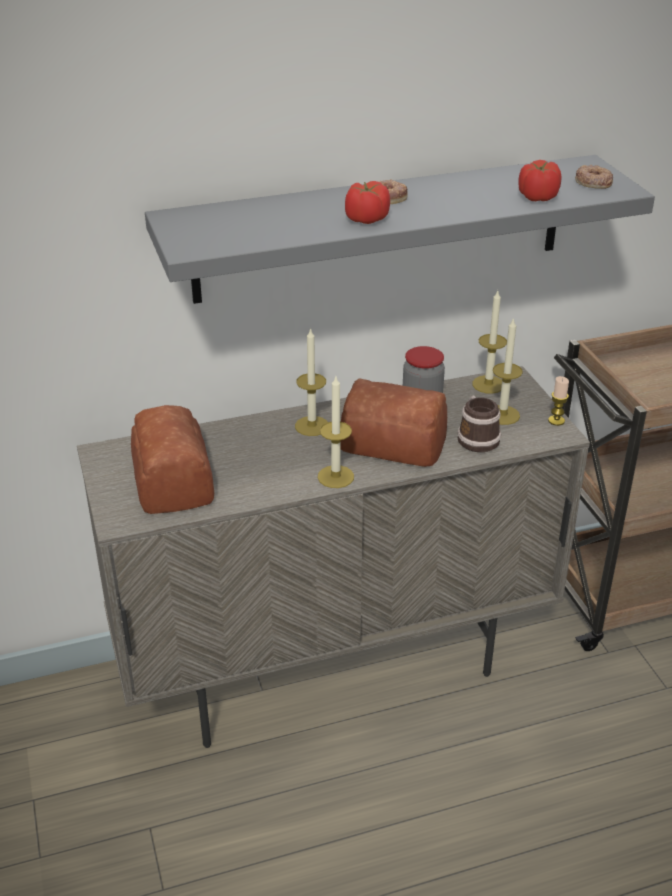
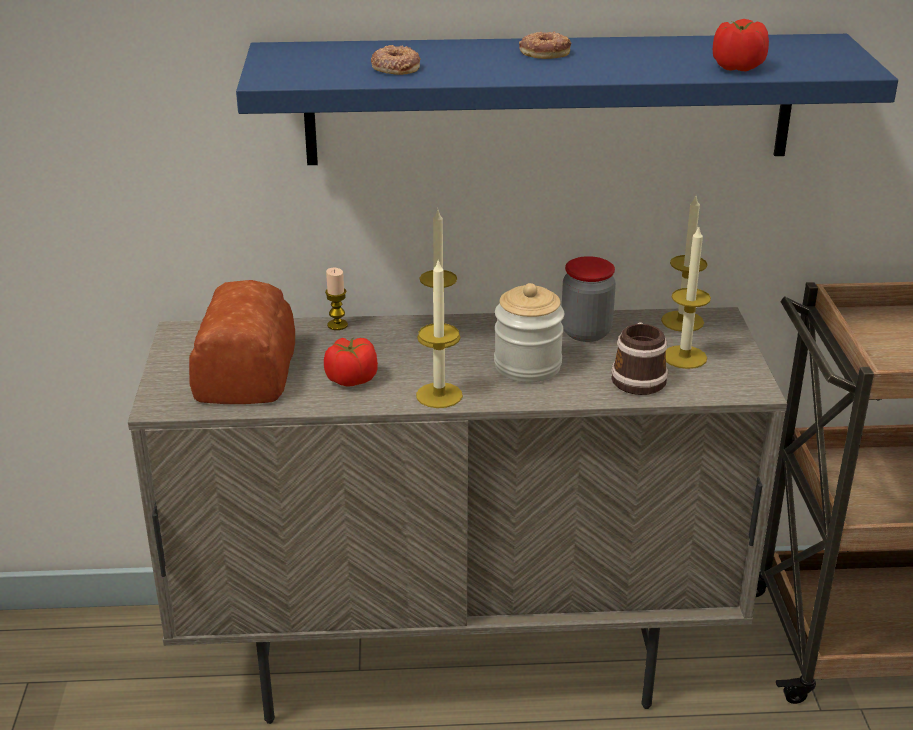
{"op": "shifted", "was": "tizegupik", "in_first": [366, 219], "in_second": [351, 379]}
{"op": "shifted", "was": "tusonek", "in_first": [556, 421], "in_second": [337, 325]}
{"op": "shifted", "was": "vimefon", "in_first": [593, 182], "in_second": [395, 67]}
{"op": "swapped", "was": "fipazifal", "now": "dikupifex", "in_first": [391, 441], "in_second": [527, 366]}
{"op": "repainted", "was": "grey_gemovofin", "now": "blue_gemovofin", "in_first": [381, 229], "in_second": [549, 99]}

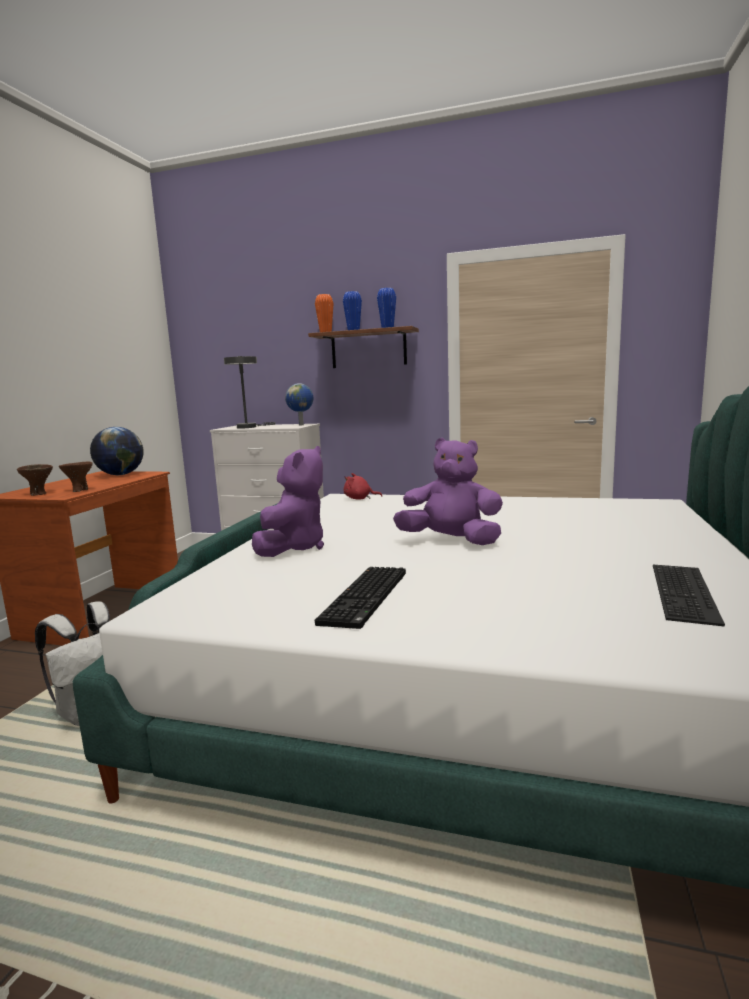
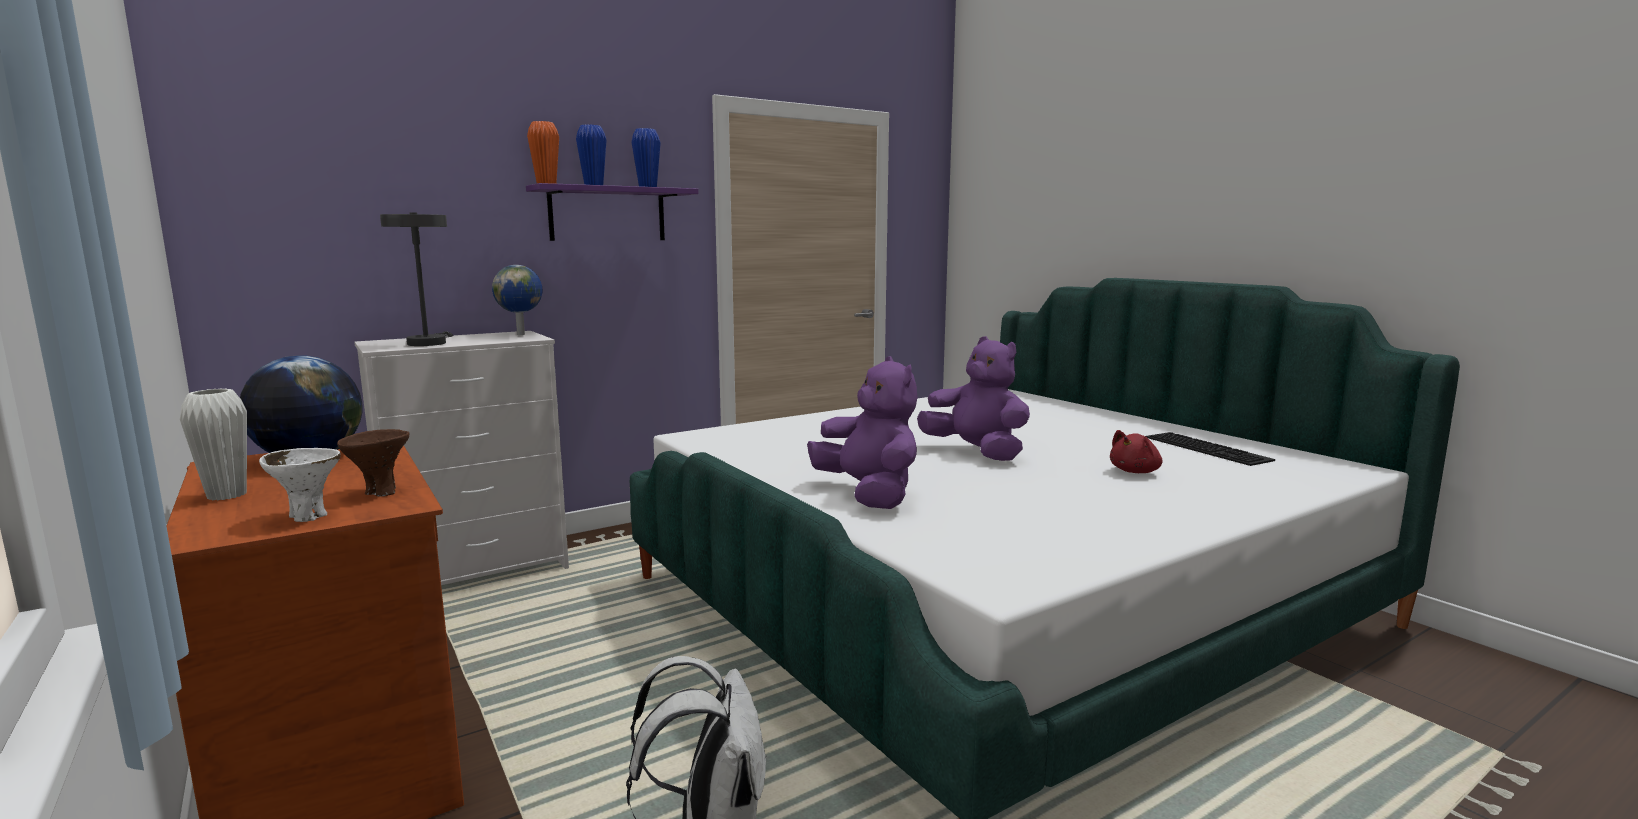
{"op": "gone", "was": "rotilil", "in_first": [367, 598]}
{"op": "new", "now": "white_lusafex", "in_second": [227, 495]}
{"op": "shifted", "was": "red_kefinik", "in_first": [359, 499], "in_second": [1136, 471]}
{"op": "repainted", "was": "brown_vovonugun", "now": "white_vovonugun", "in_first": [39, 494], "in_second": [308, 516]}
{"op": "repainted", "was": "brown_gemovofin", "now": "purple_gemovofin", "in_first": [368, 349], "in_second": [607, 214]}
{"op": "rotated", "was": "purple_kefinik", "in_first": [451, 541], "in_second": [976, 452], "clockwise": 75}

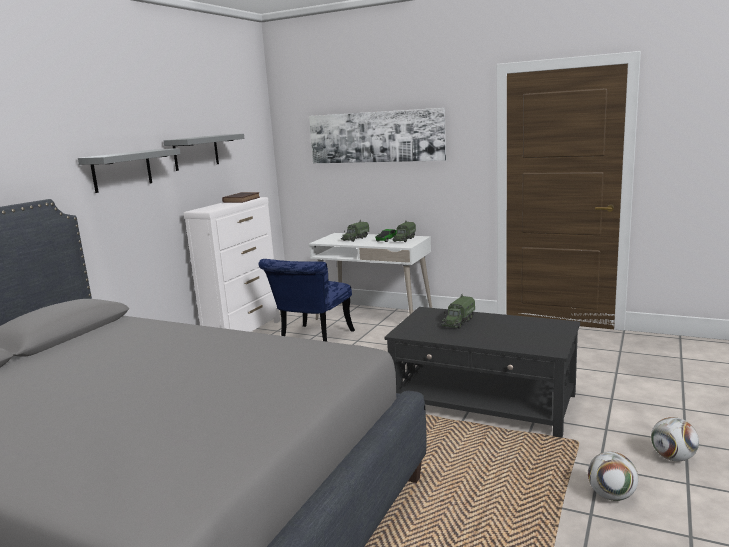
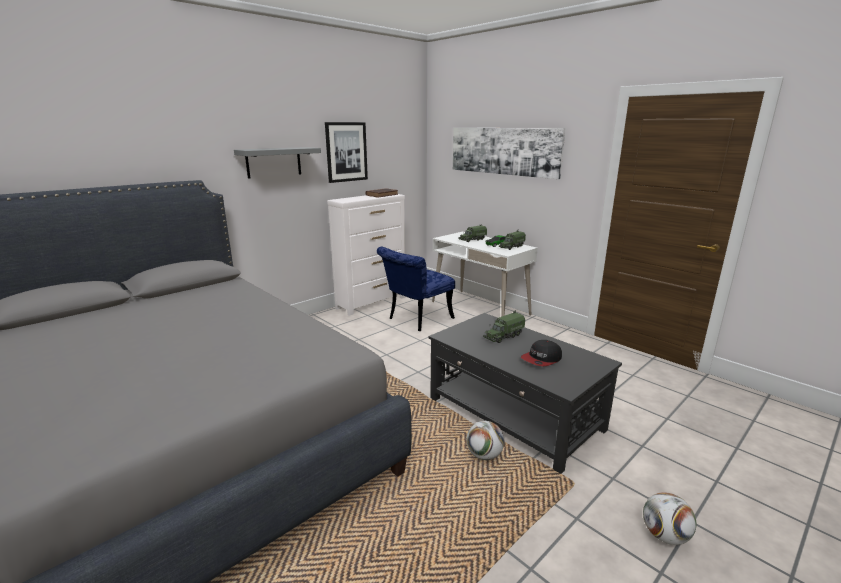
{"op": "new", "now": "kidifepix", "in_second": [541, 359]}
{"op": "shifted", "was": "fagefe", "in_first": [611, 496], "in_second": [484, 455]}
{"op": "swapped", "was": "grey_gemovofin", "now": "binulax", "in_first": [196, 152], "in_second": [346, 152]}

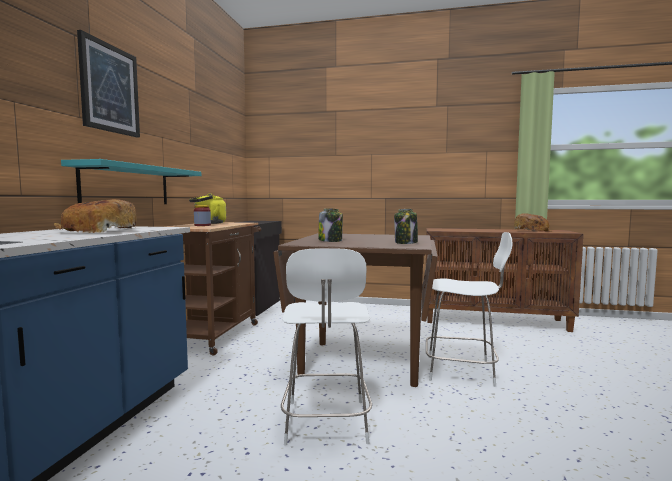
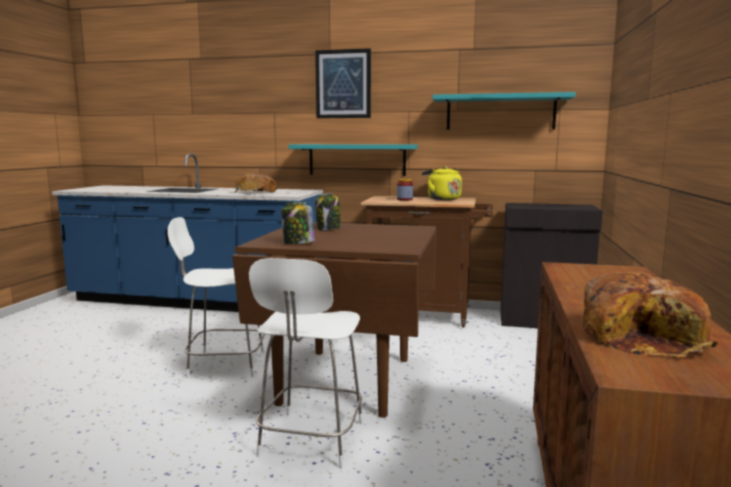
{"op": "new", "now": "turquoise_gemovofin", "in_second": [500, 112]}

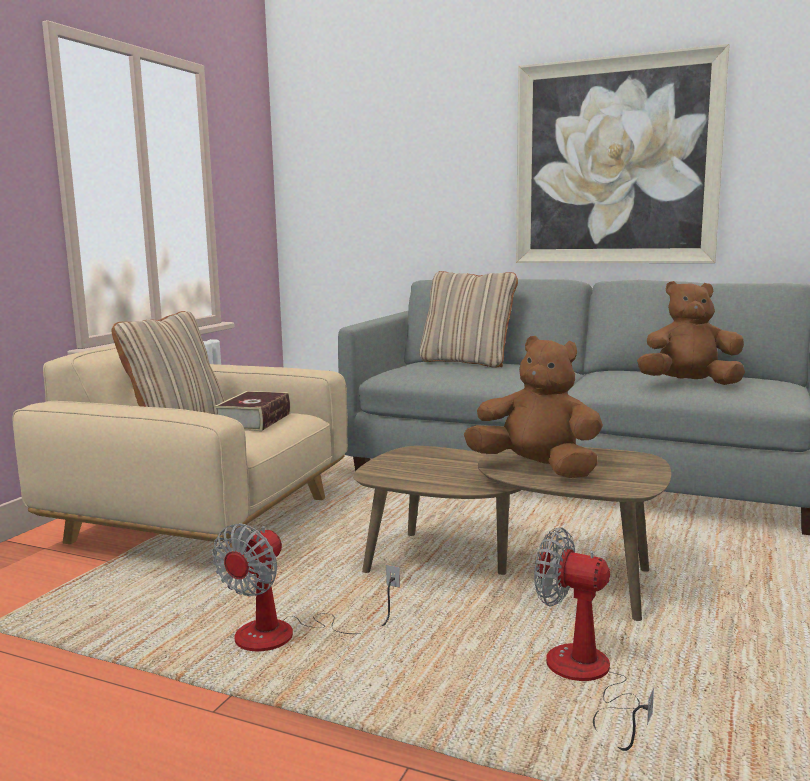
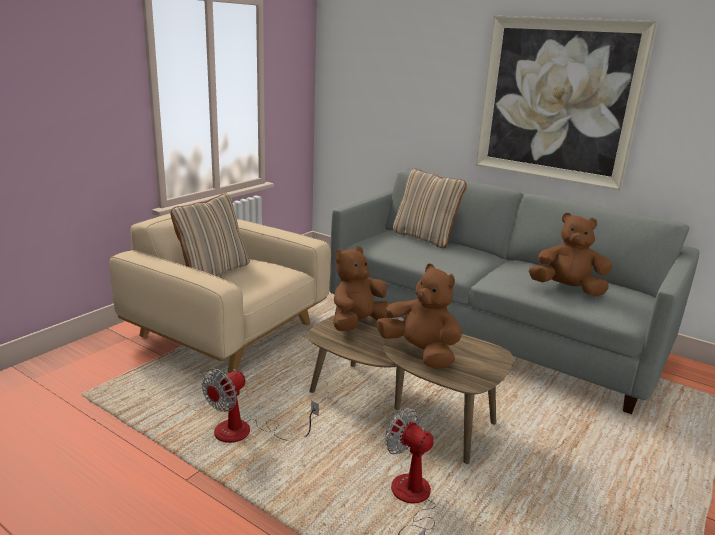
{"op": "gone", "was": "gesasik", "in_first": [254, 421]}
{"op": "new", "now": "brown_kefinik", "in_second": [357, 324]}

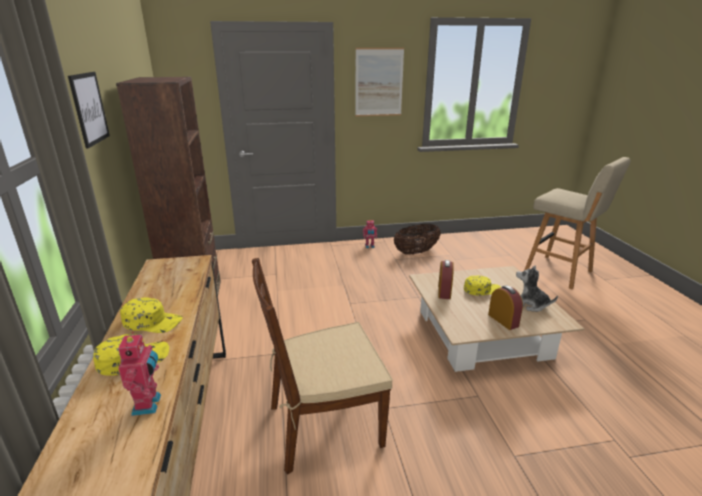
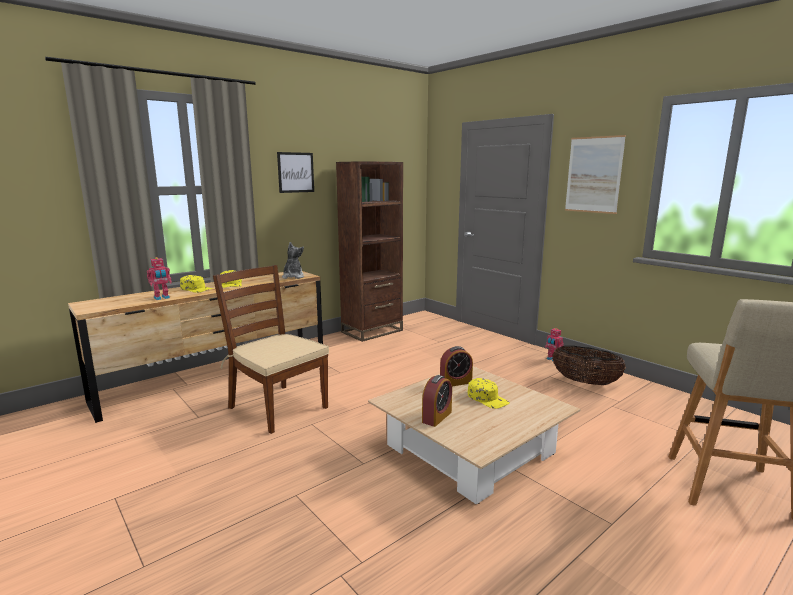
{"op": "shifted", "was": "kefinik", "in_first": [530, 304], "in_second": [293, 277]}

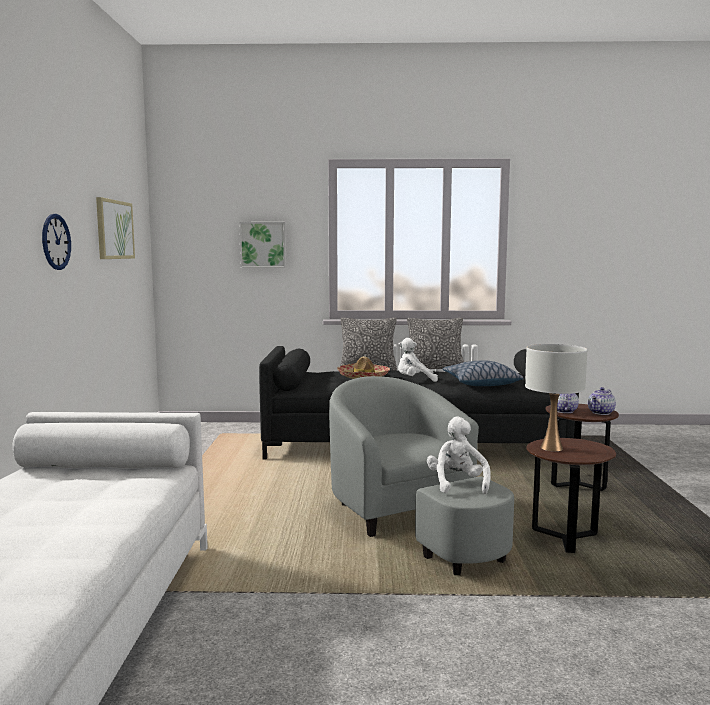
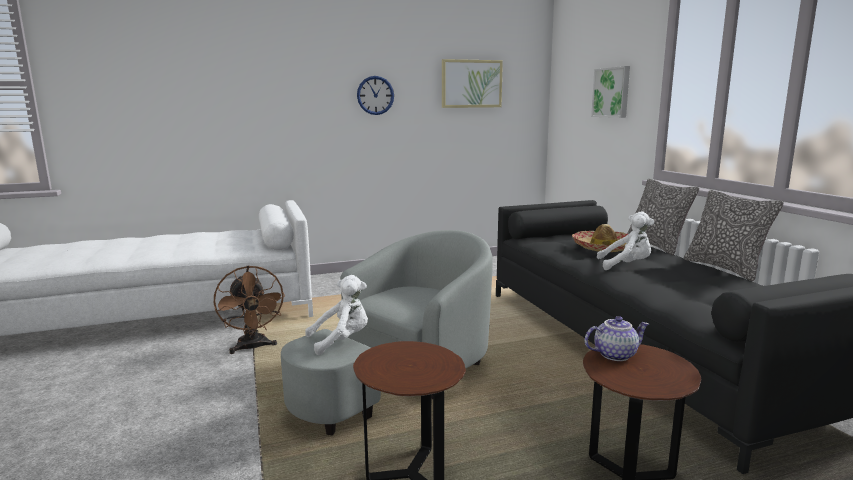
{"op": "gone", "was": "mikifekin", "in_first": [480, 383]}
{"op": "gone", "was": "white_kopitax", "in_first": [551, 448]}
{"op": "gone", "was": "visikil", "in_first": [601, 413]}
{"op": "new", "now": "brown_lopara", "in_second": [253, 348]}
{"op": "rotated", "was": "white_kefinik", "in_first": [414, 380], "in_second": [626, 265], "clockwise": 120}

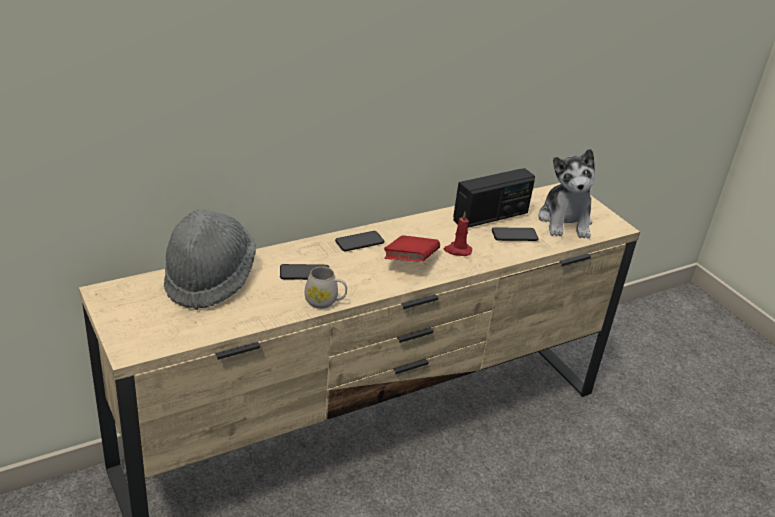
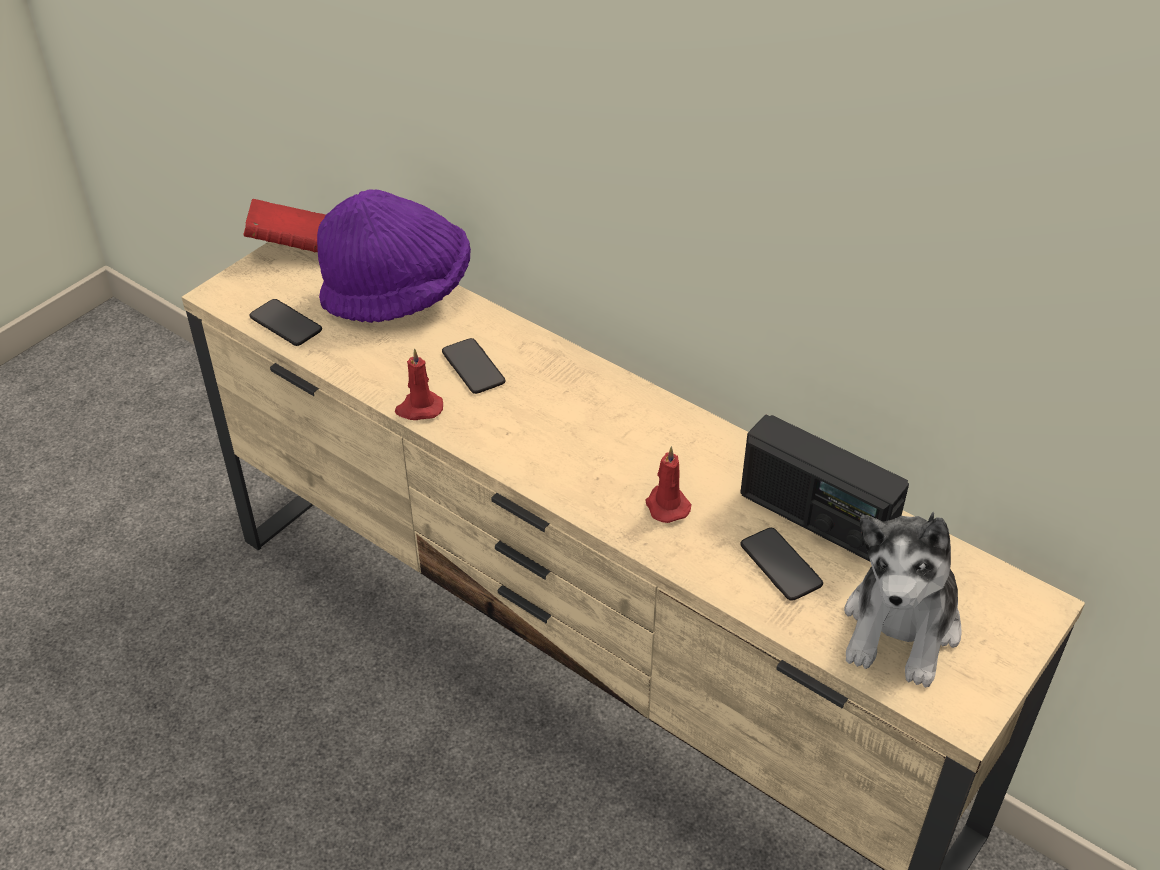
{"op": "shifted", "was": "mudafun", "in_first": [359, 242], "in_second": [286, 324]}
{"op": "shifted", "was": "red_gesasik", "in_first": [410, 262], "in_second": [293, 246]}
{"op": "swapped", "was": "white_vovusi", "now": "red_tusonek", "in_first": [325, 302], "in_second": [419, 408]}
{"op": "repainted", "was": "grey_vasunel", "now": "purple_vasunel", "in_first": [209, 279], "in_second": [398, 294]}
{"op": "rotated", "was": "kefinik", "in_first": [565, 221], "in_second": [901, 627], "clockwise": -45}

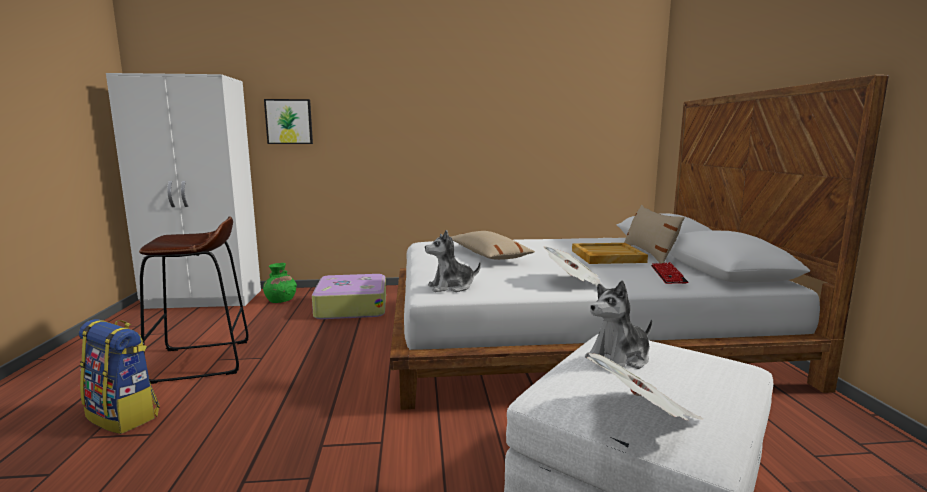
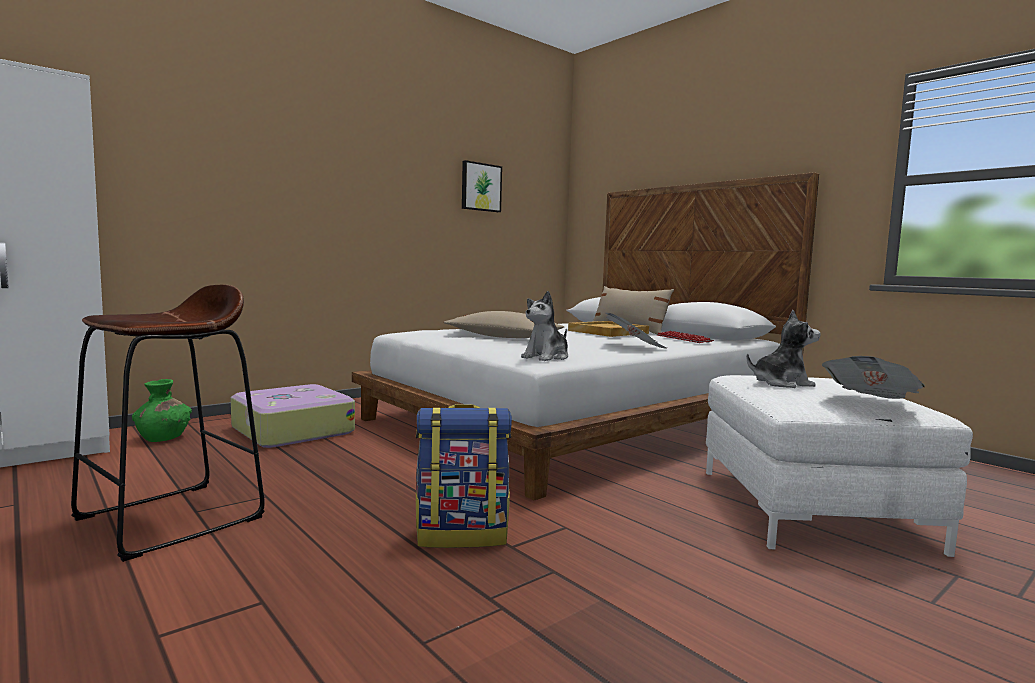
{"op": "shifted", "was": "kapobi", "in_first": [124, 416], "in_second": [462, 534]}
{"op": "shifted", "was": "binulax", "in_first": [289, 121], "in_second": [480, 187]}
{"op": "rotated", "was": "kefinik", "in_first": [619, 359], "in_second": [781, 383], "clockwise": -120}

